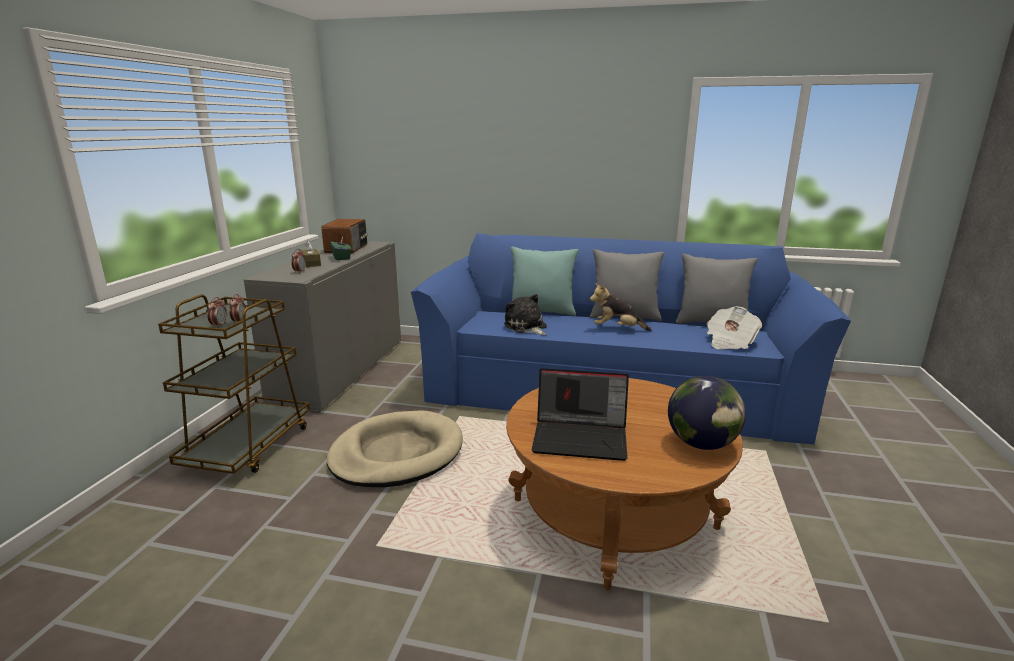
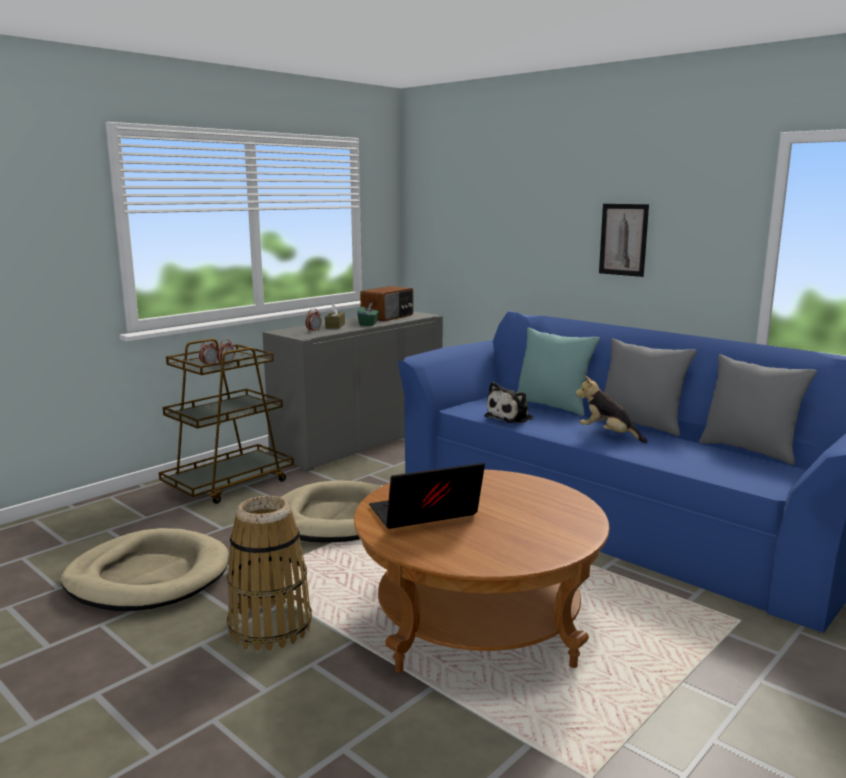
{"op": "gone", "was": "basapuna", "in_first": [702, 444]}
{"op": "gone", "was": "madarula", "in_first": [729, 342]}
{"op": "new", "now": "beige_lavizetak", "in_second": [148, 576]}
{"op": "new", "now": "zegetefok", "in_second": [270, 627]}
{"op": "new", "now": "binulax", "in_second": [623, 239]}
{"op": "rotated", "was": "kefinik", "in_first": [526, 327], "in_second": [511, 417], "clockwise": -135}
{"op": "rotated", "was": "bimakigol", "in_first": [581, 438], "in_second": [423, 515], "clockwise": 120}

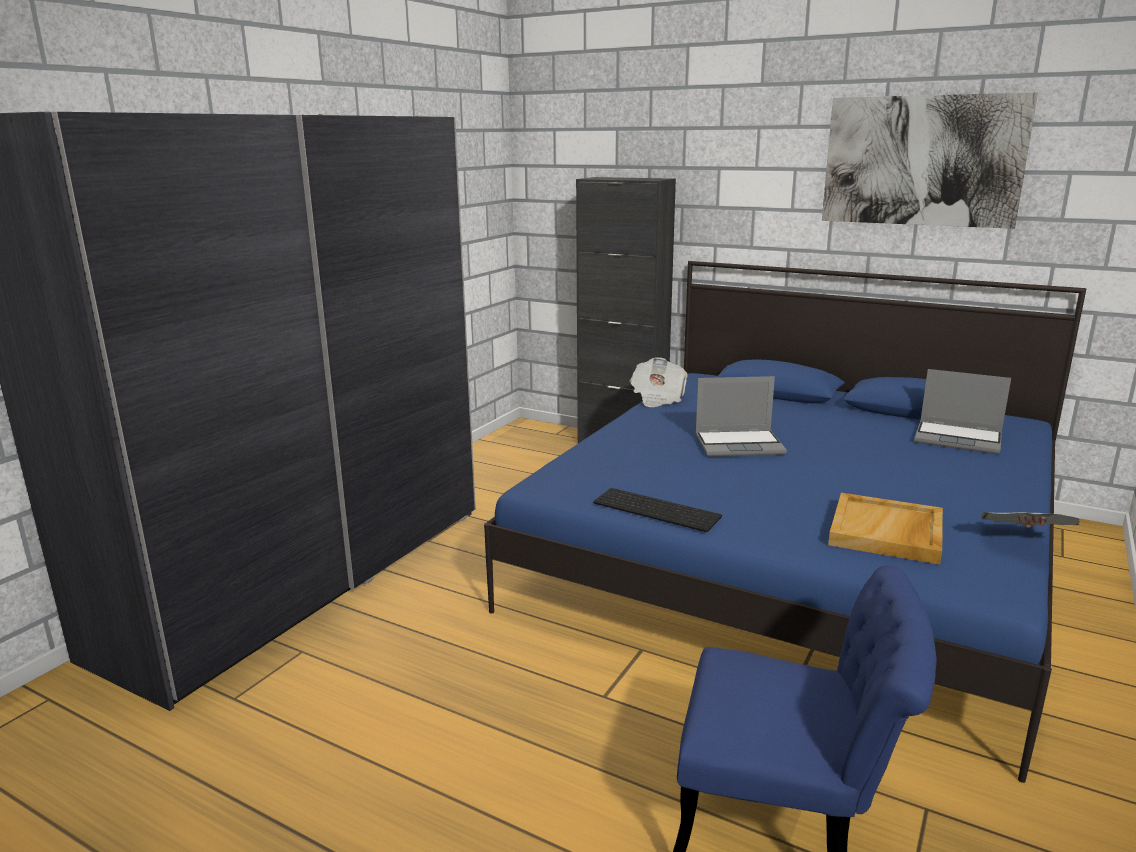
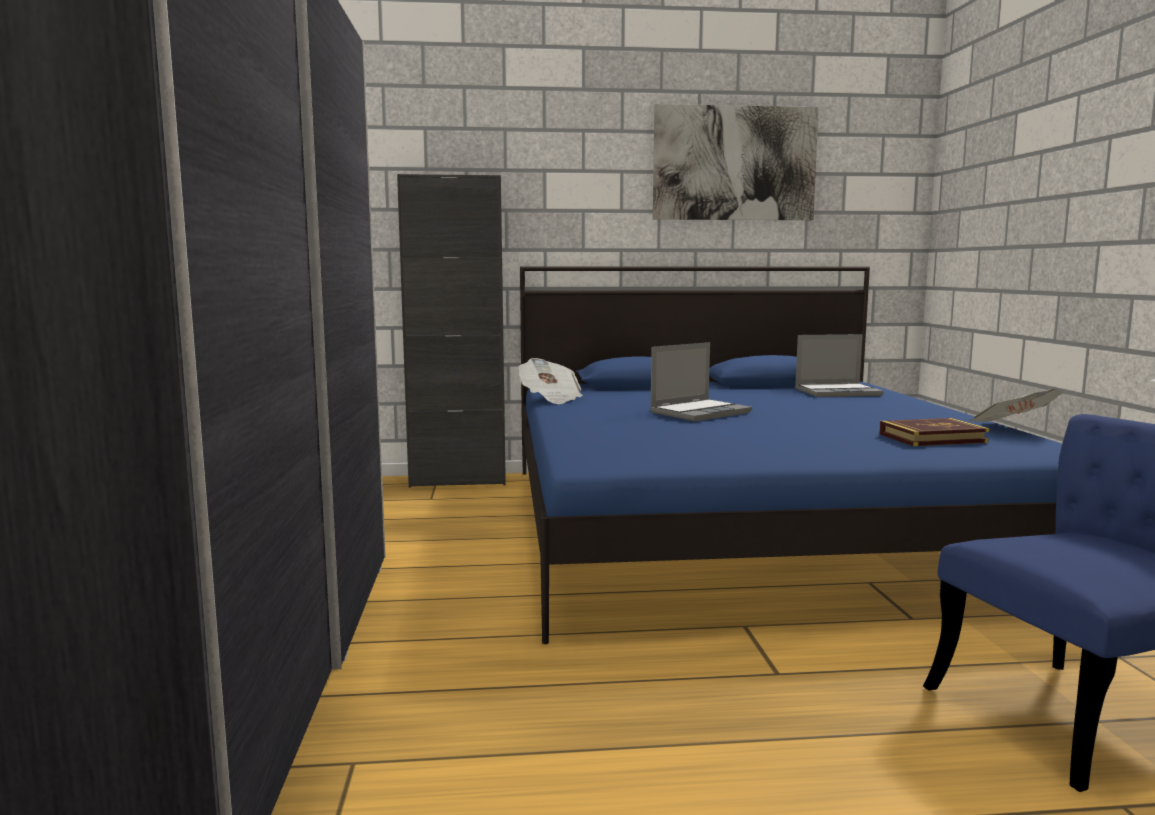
{"op": "gone", "was": "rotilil", "in_first": [658, 509]}
{"op": "swapped", "was": "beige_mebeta", "now": "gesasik", "in_first": [887, 532], "in_second": [932, 438]}

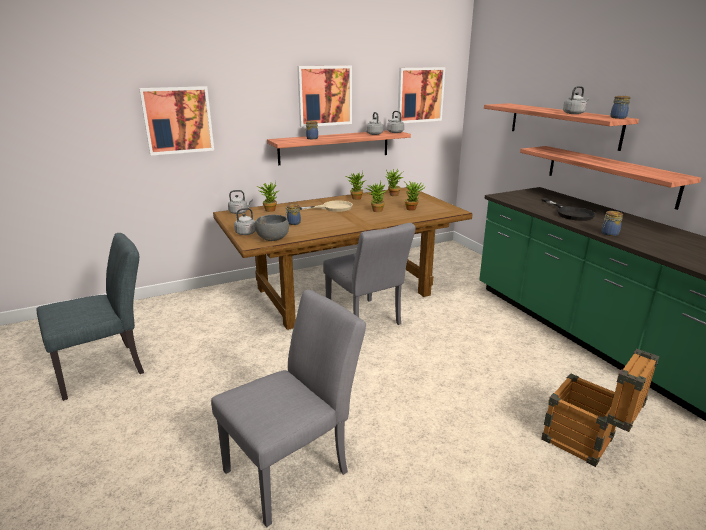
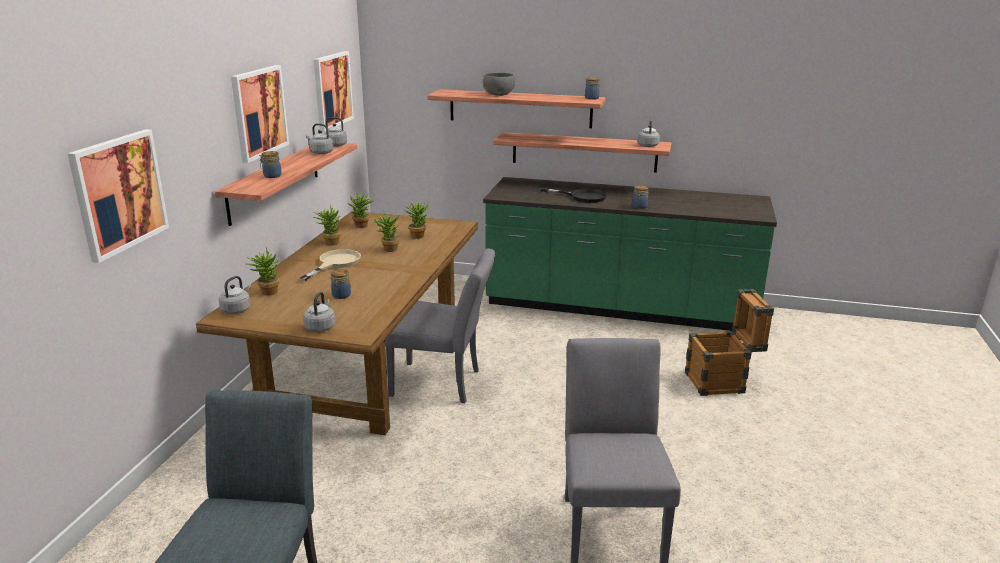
{"op": "shifted", "was": "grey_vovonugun", "in_first": [273, 238], "in_second": [498, 94]}
{"op": "shifted", "was": "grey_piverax", "in_first": [574, 113], "in_second": [647, 145]}

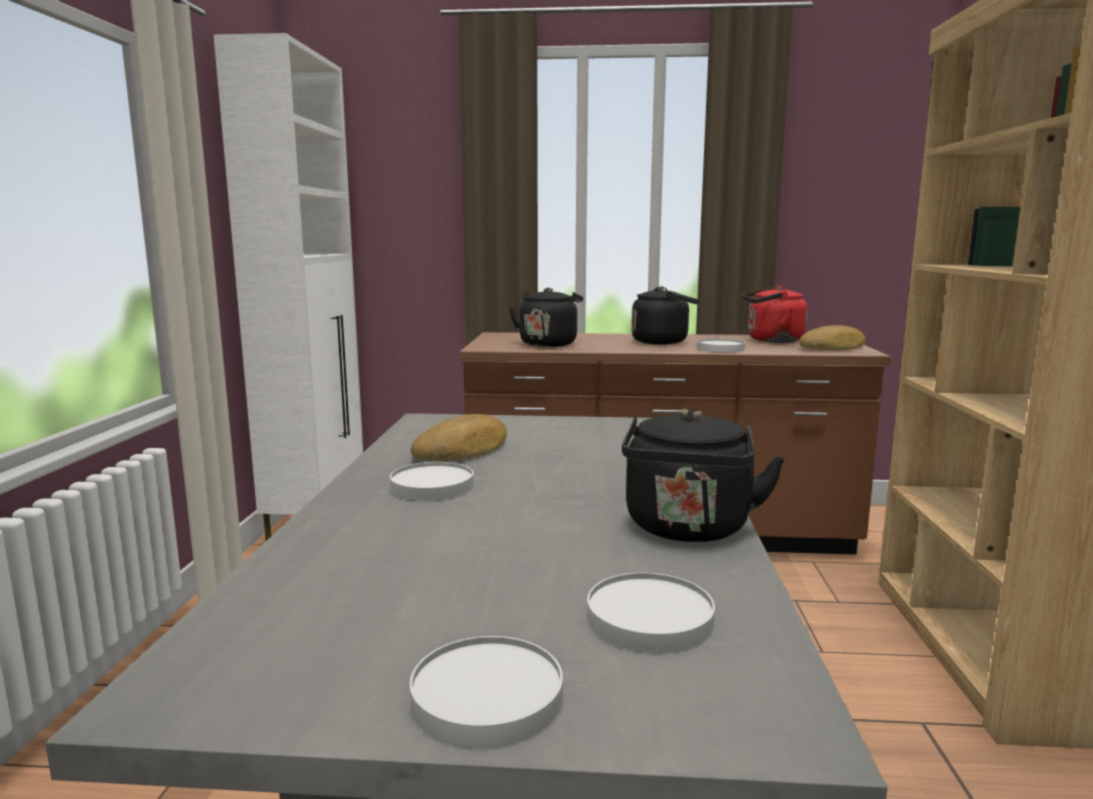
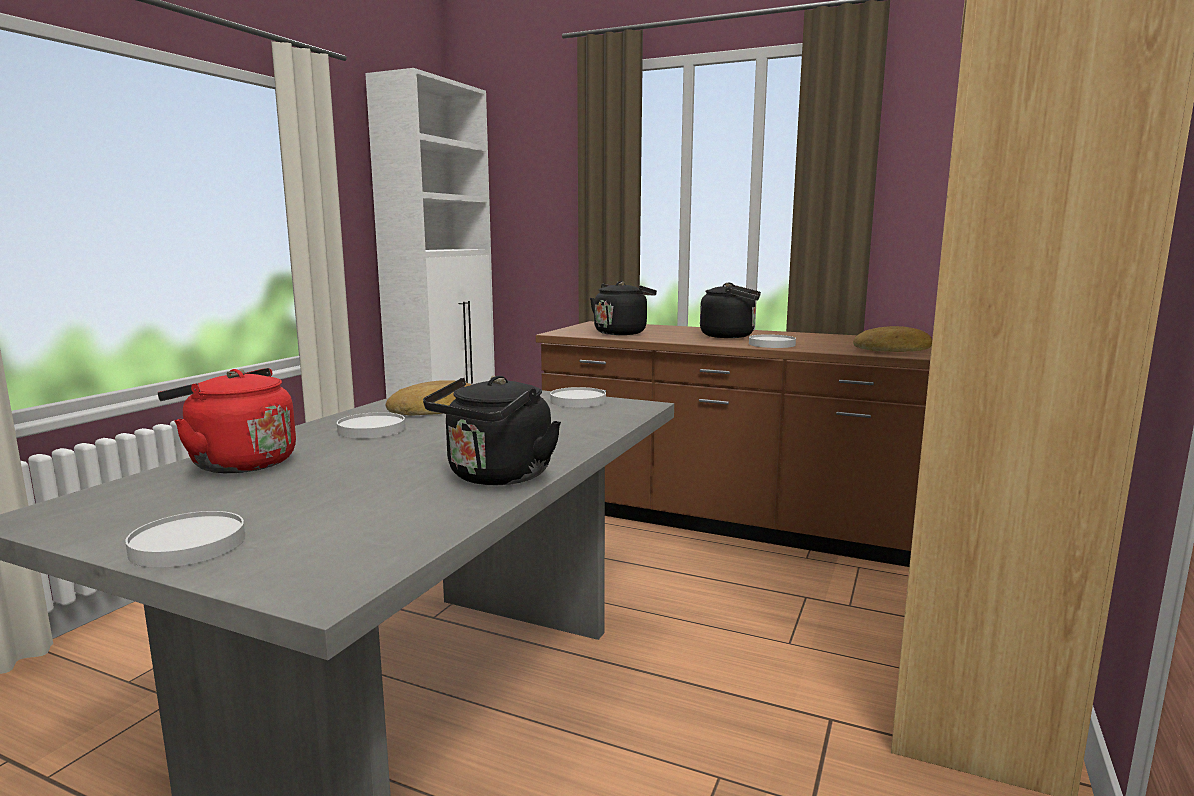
{"op": "shifted", "was": "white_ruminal", "in_first": [650, 619], "in_second": [578, 401]}
{"op": "shifted", "was": "red_piverax", "in_first": [771, 340], "in_second": [238, 463]}

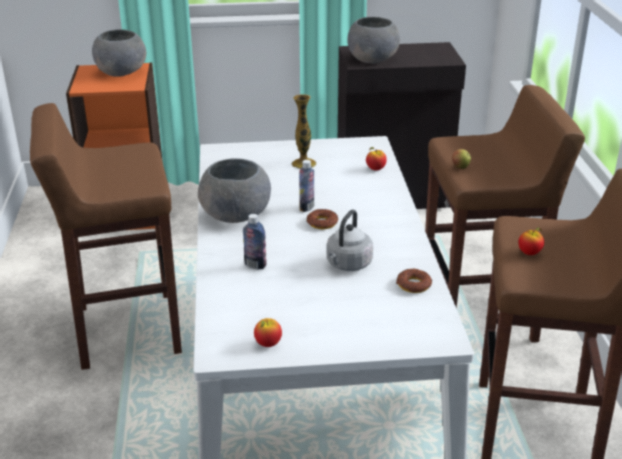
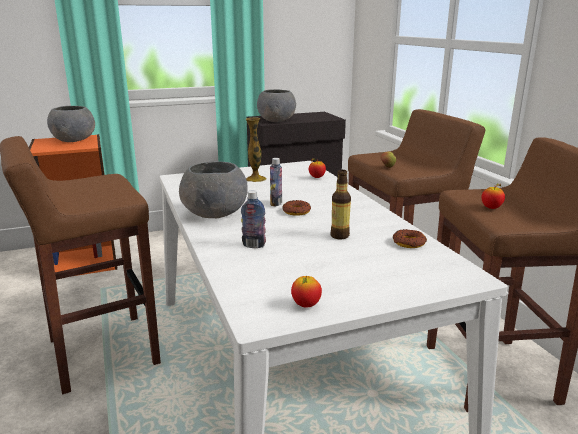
{"op": "swapped", "was": "grey_piverax", "now": "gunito", "in_first": [348, 265], "in_second": [339, 236]}

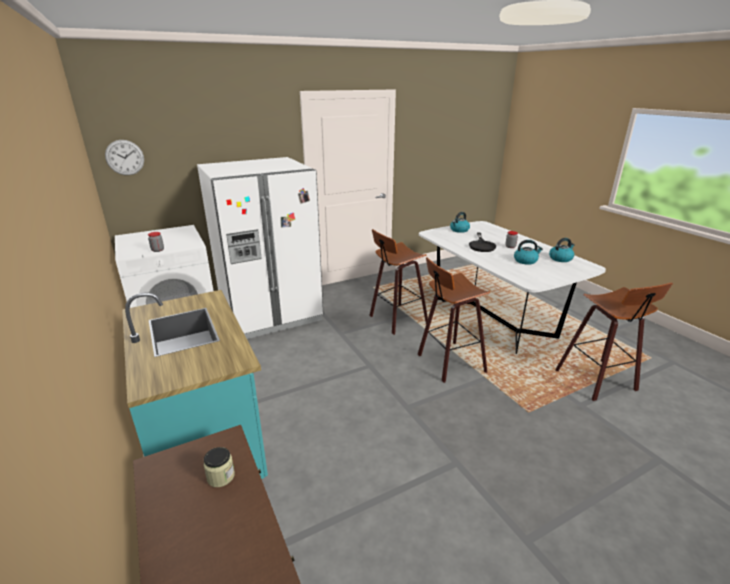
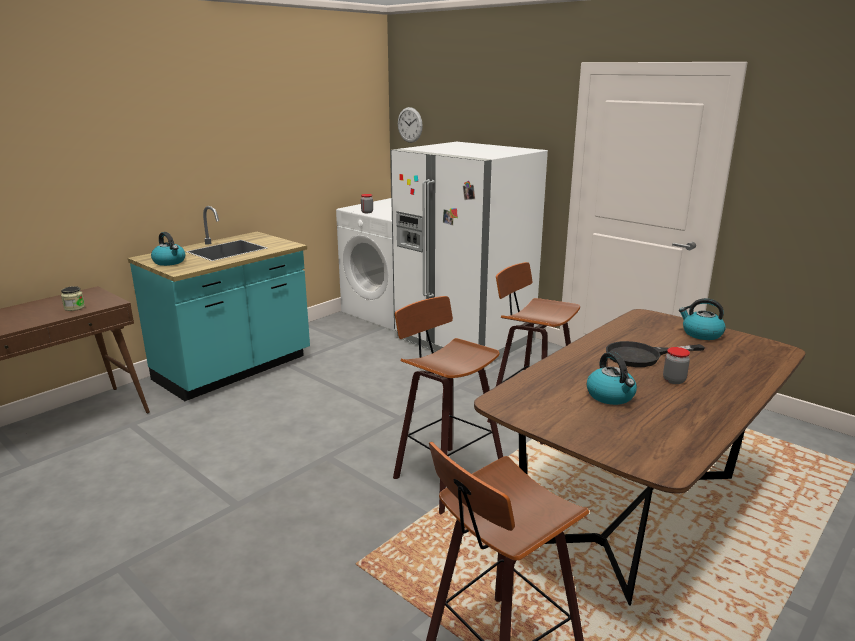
{"op": "shifted", "was": "piverax", "in_first": [560, 258], "in_second": [170, 262]}
{"op": "repainted", "was": "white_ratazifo", "now": "brown_ratazifo", "in_first": [492, 317], "in_second": [634, 510]}

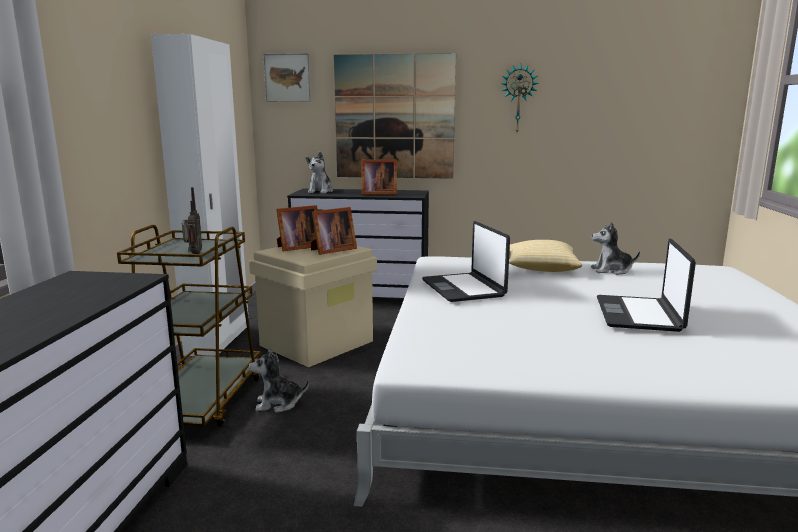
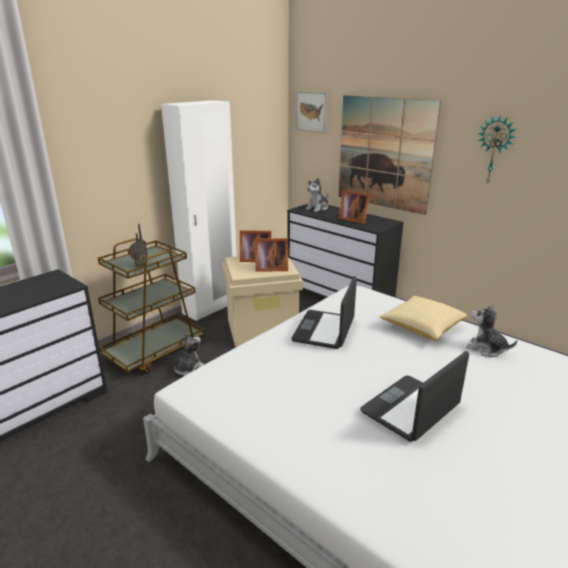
{"op": "rotated", "was": "kefinik", "in_first": [278, 404], "in_second": [189, 370], "clockwise": 90}

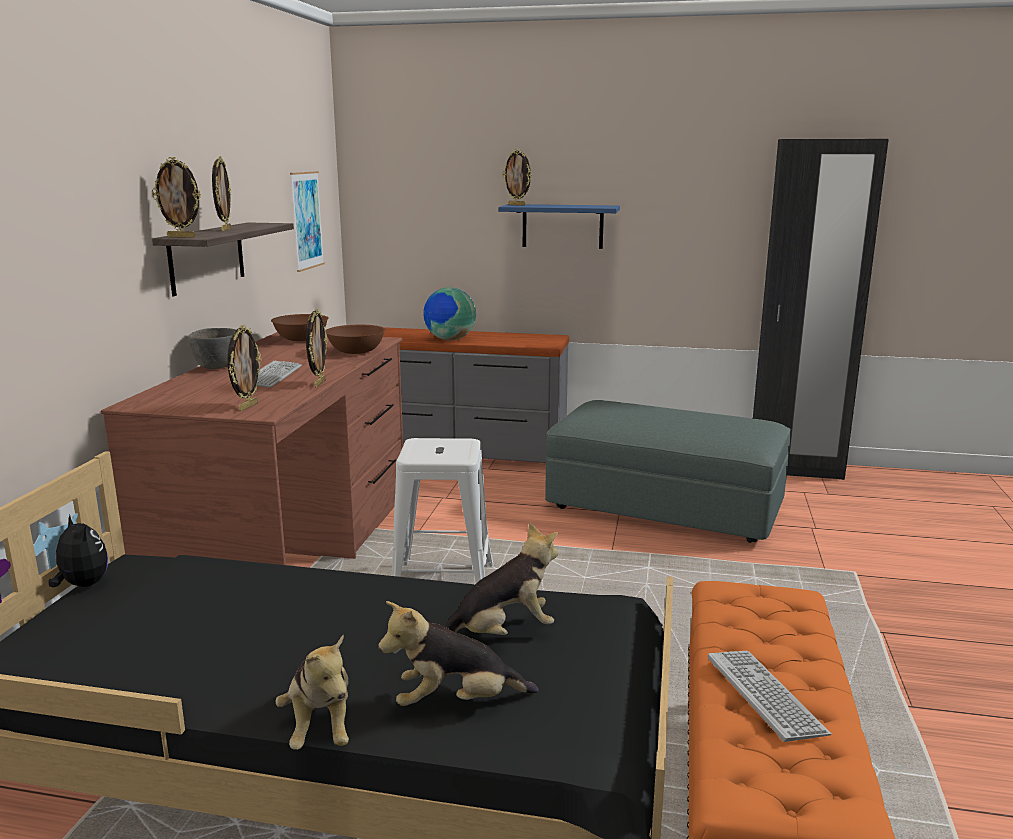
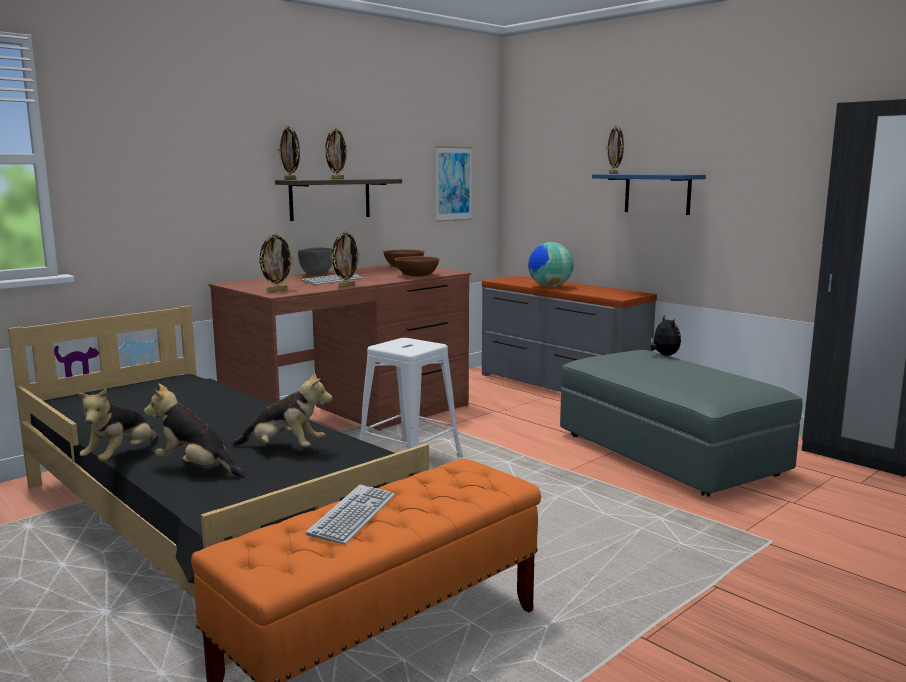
{"op": "shifted", "was": "kefinik", "in_first": [82, 585], "in_second": [664, 355]}

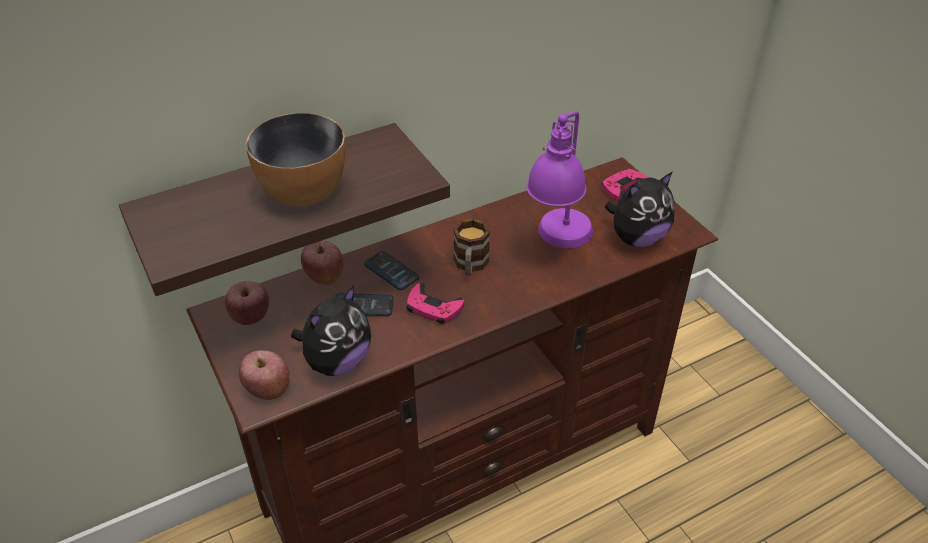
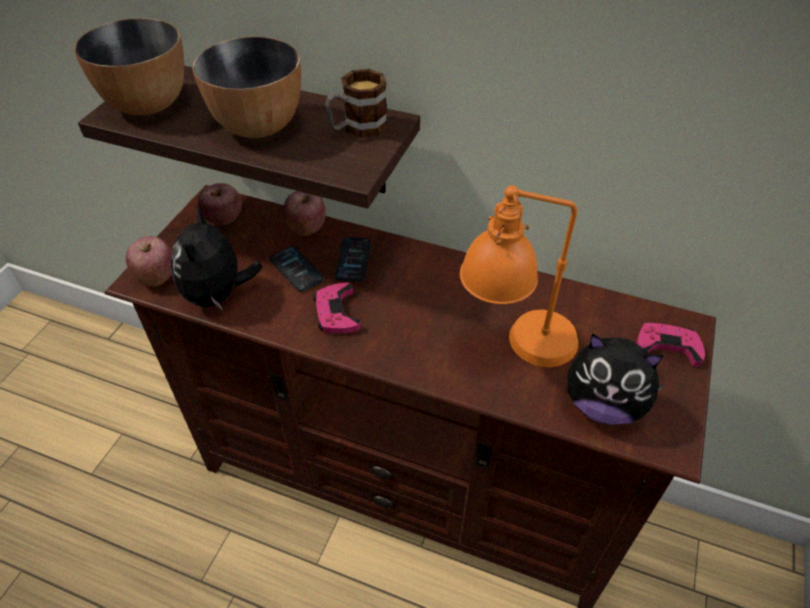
{"op": "new", "now": "vovonugun", "in_second": [147, 105]}
{"op": "shifted", "was": "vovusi", "in_first": [470, 265], "in_second": [357, 128]}
{"op": "repainted", "was": "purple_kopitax", "now": "orange_kopitax", "in_first": [558, 245], "in_second": [515, 347]}
{"op": "rotated", "was": "kefinik", "in_first": [337, 362], "in_second": [218, 295], "clockwise": 90}

